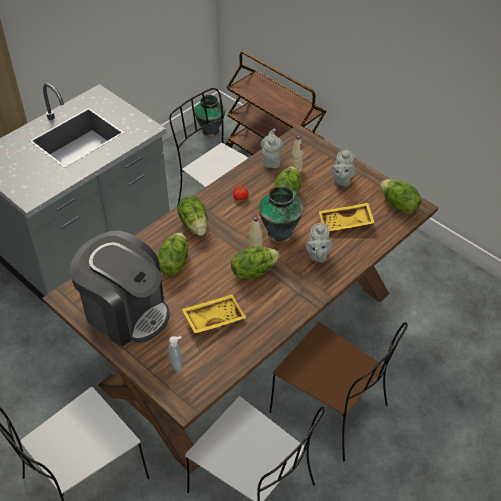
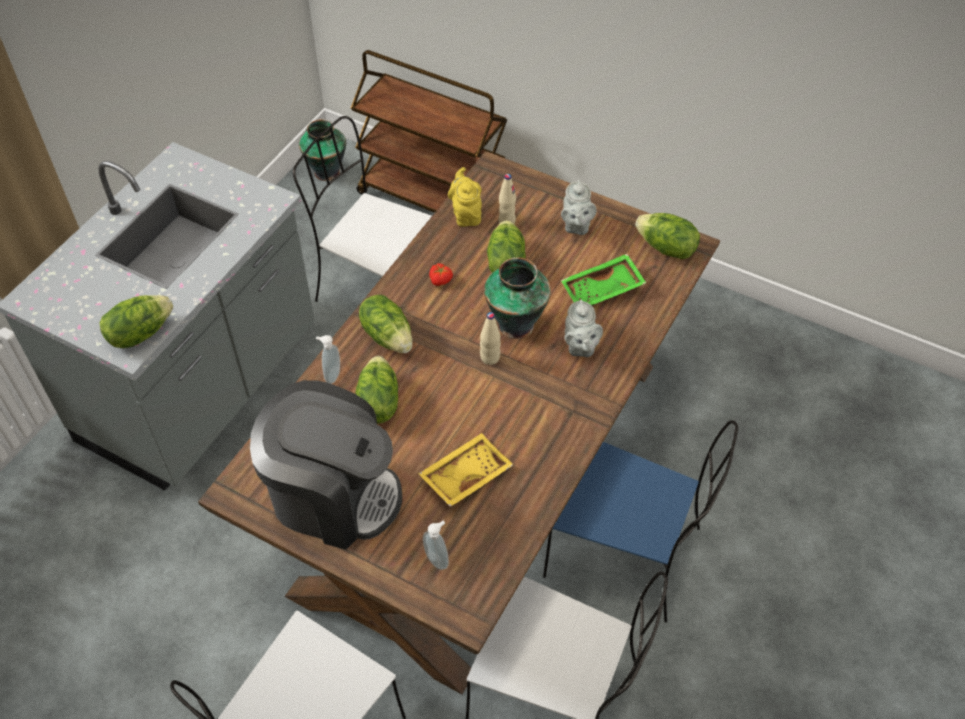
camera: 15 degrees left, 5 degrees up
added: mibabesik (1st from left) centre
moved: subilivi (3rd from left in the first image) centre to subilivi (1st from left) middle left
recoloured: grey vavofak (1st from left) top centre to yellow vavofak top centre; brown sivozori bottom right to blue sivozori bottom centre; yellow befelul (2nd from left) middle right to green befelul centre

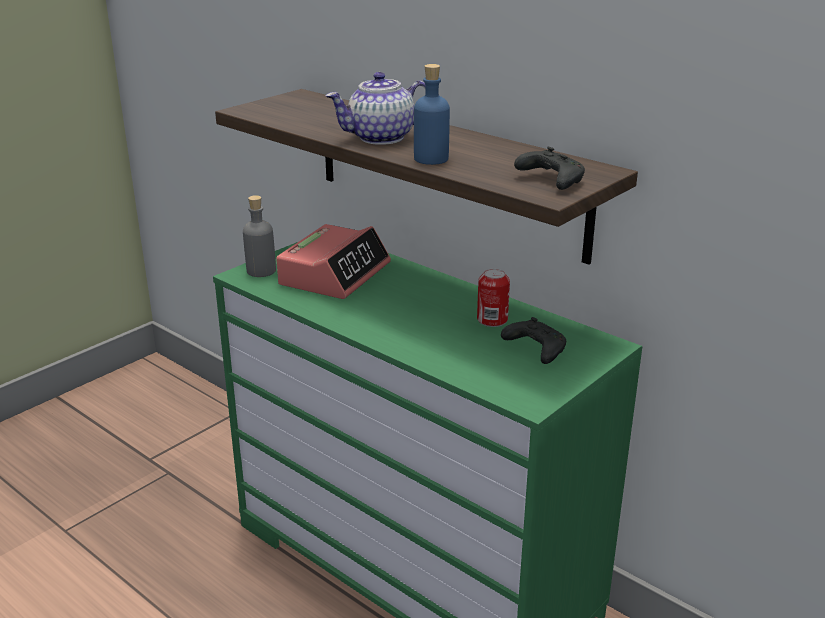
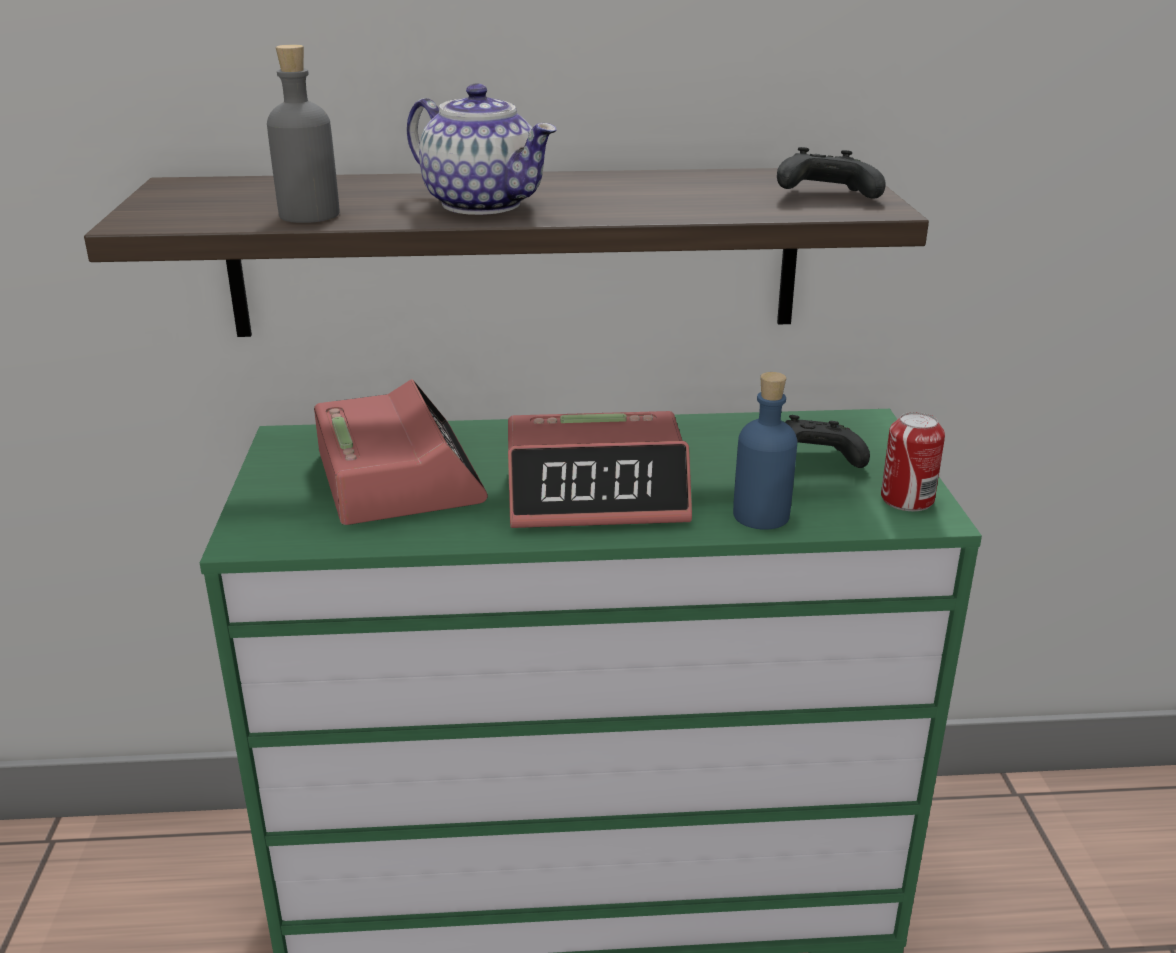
camera: 45 degrees left, 0 degrees up
added: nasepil (2nd from left) centre
moved: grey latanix middle left to top left; blue latanix top centre to centre; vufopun centre to middle right
turned: vavofak top centre = top centre 75 degrees counterclockwise

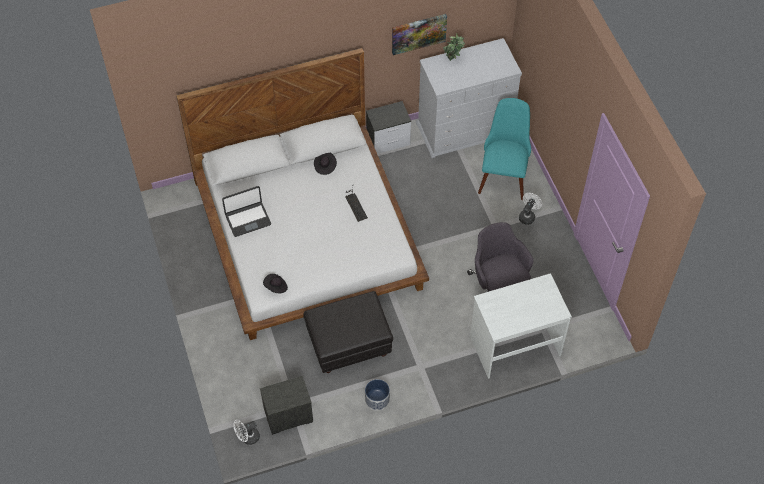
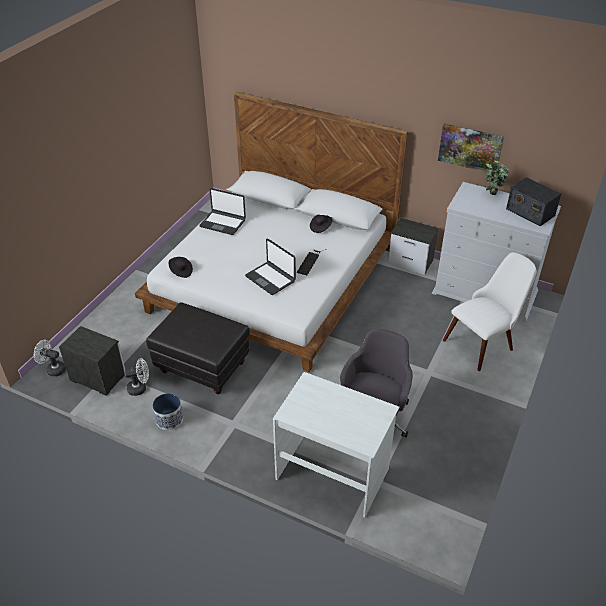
camera: 45 degrees right, 15 degrees down
added: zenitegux (2nd from left) centre; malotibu top right
moved: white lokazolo (2nd from left) middle right to middle left
recoloured: turquoise sivozori top centre to white sivozori middle right

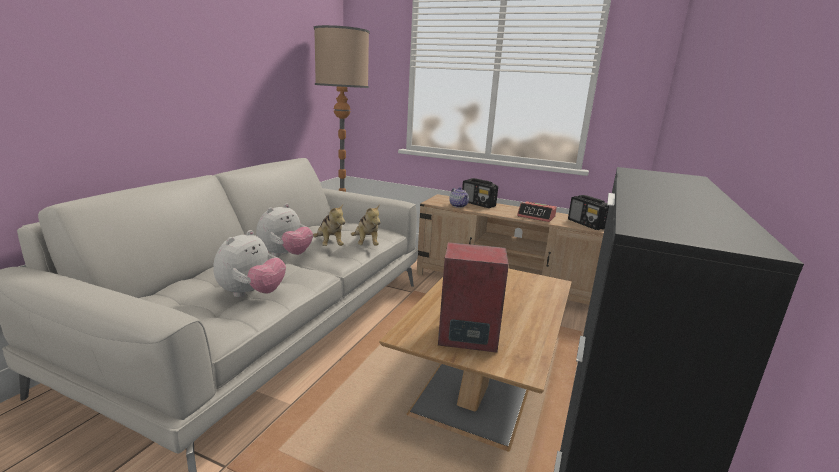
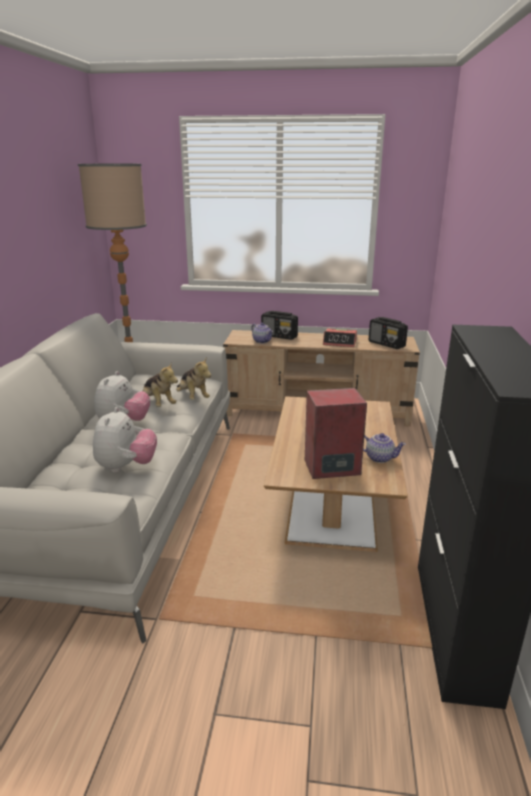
camera: 15 degrees left, 5 degrees up
added: vavofak (2nd from left) middle right

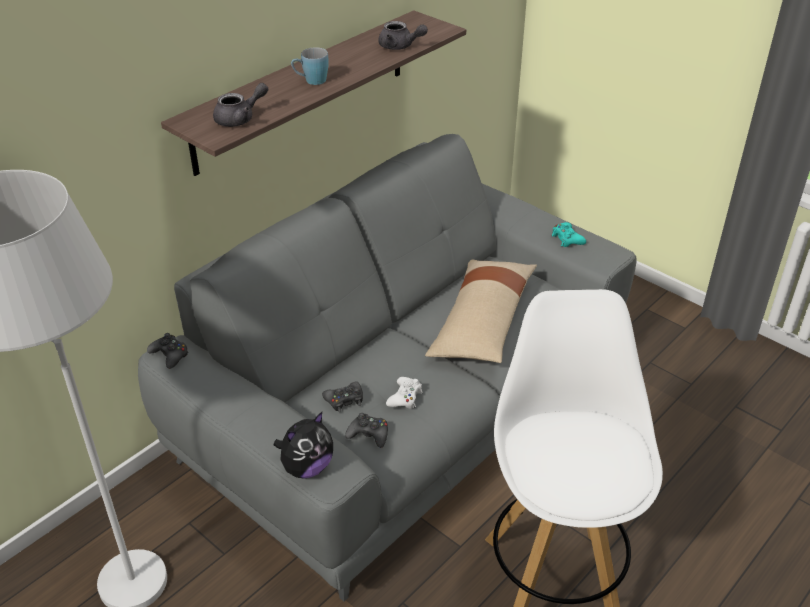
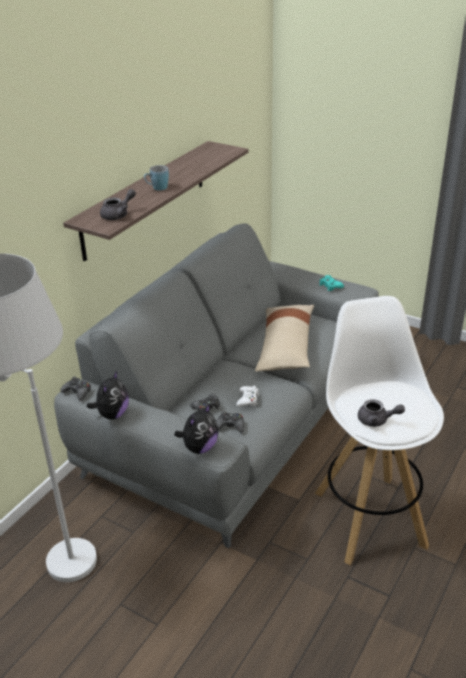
camera: 10 degrees left, 5 degrees down
added: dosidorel (1st from left) middle left
moved: grey vavofak (2nd from left) top centre to middle right

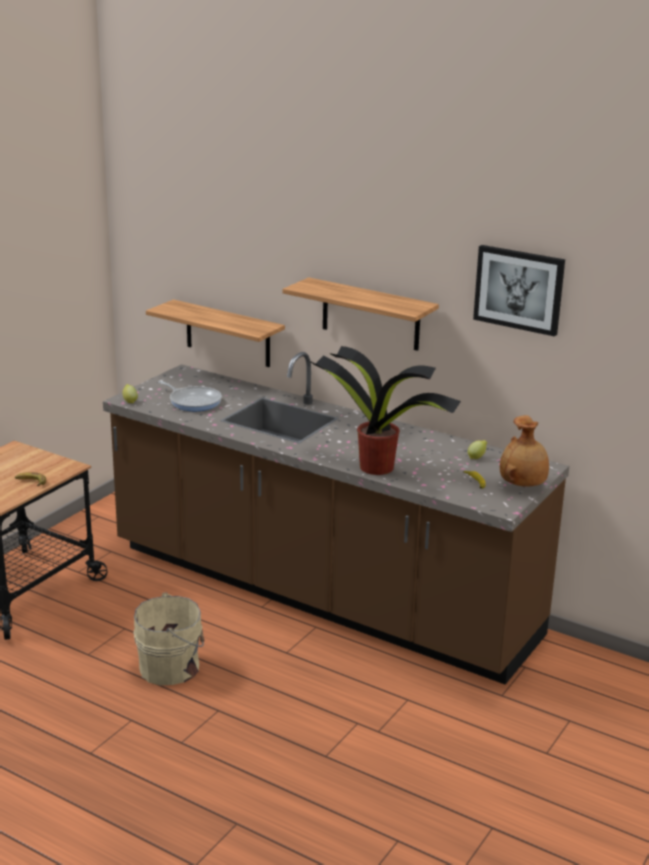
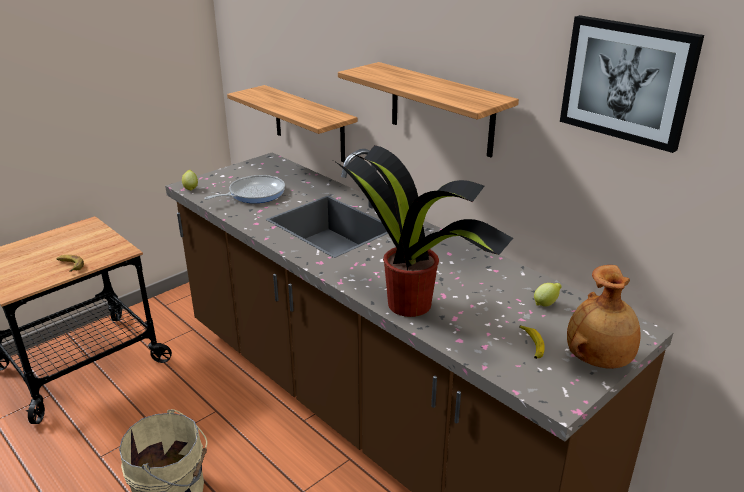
camera: 15 degrees right, 5 degrees up
turned: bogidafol middle left = middle left 90 degrees counterclockwise

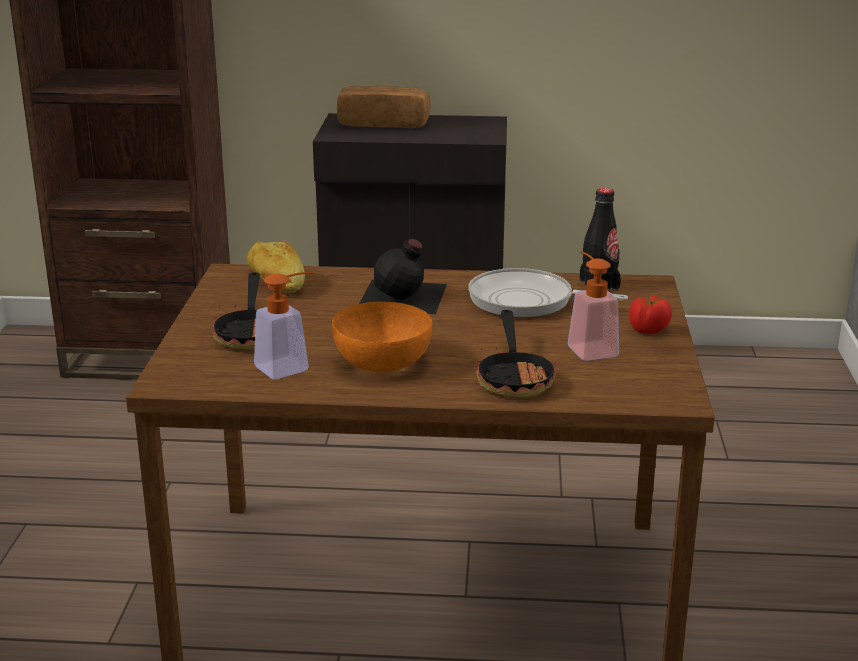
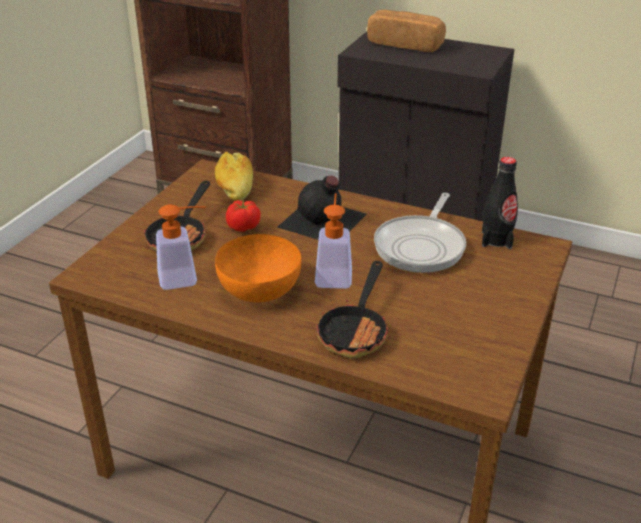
camera: 20 degrees right, 10 degrees up
moved: mibabesik (2nd from left) middle right to centre; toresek middle right to centre
turned: bogidafol (3rd from left) centre = centre 105 degrees counterclockwise

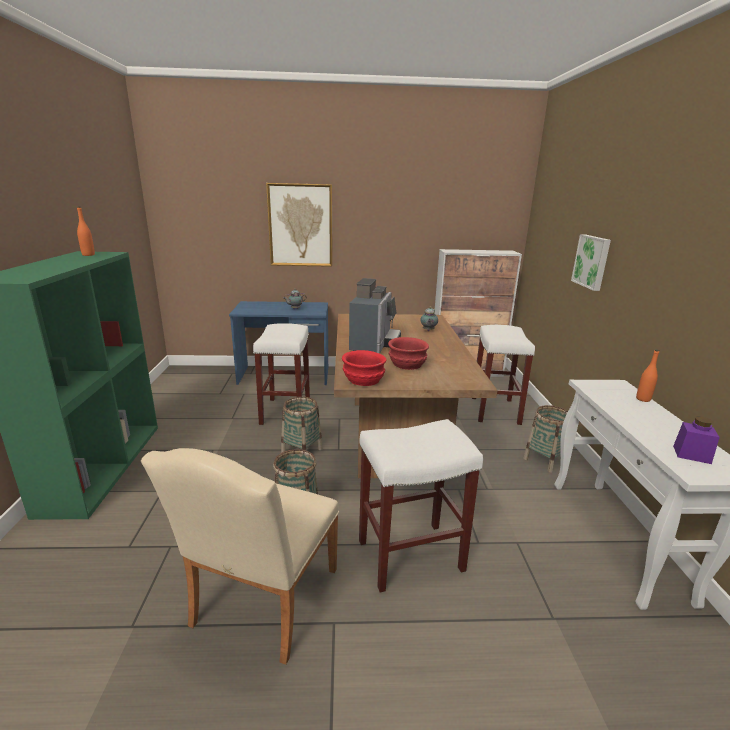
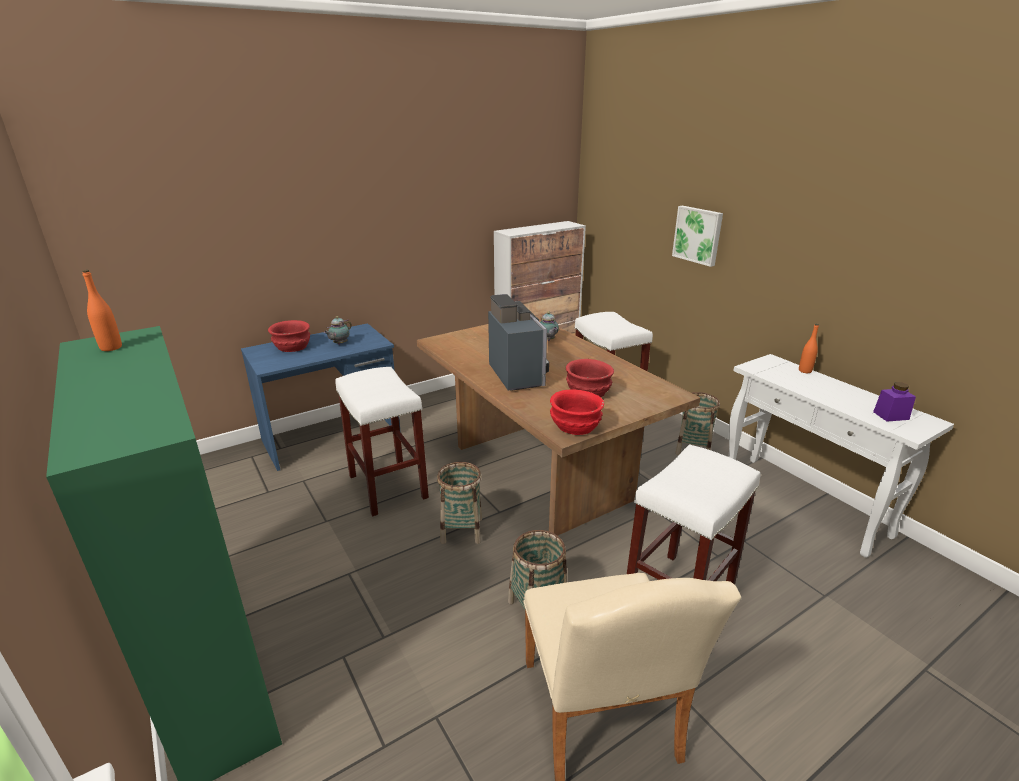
camera: 30 degrees left, 5 degrees up
removed: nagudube (1st from left) top centre
added: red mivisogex (1st from left) middle left

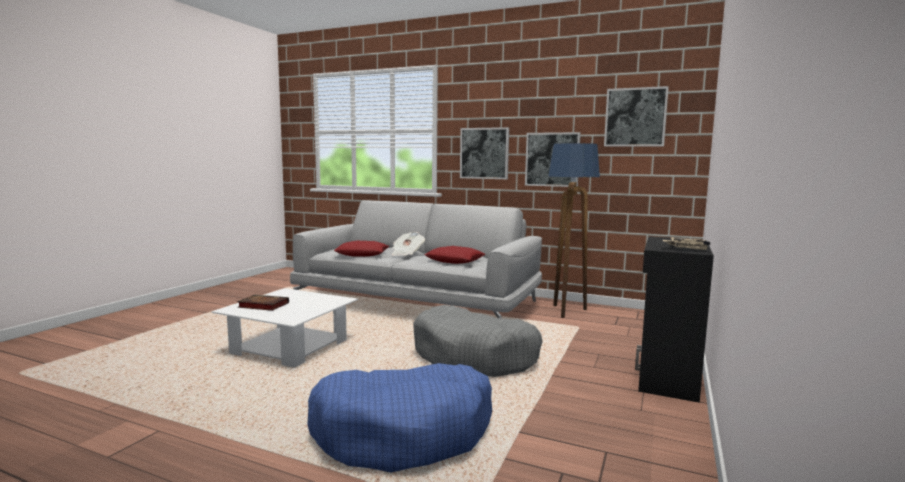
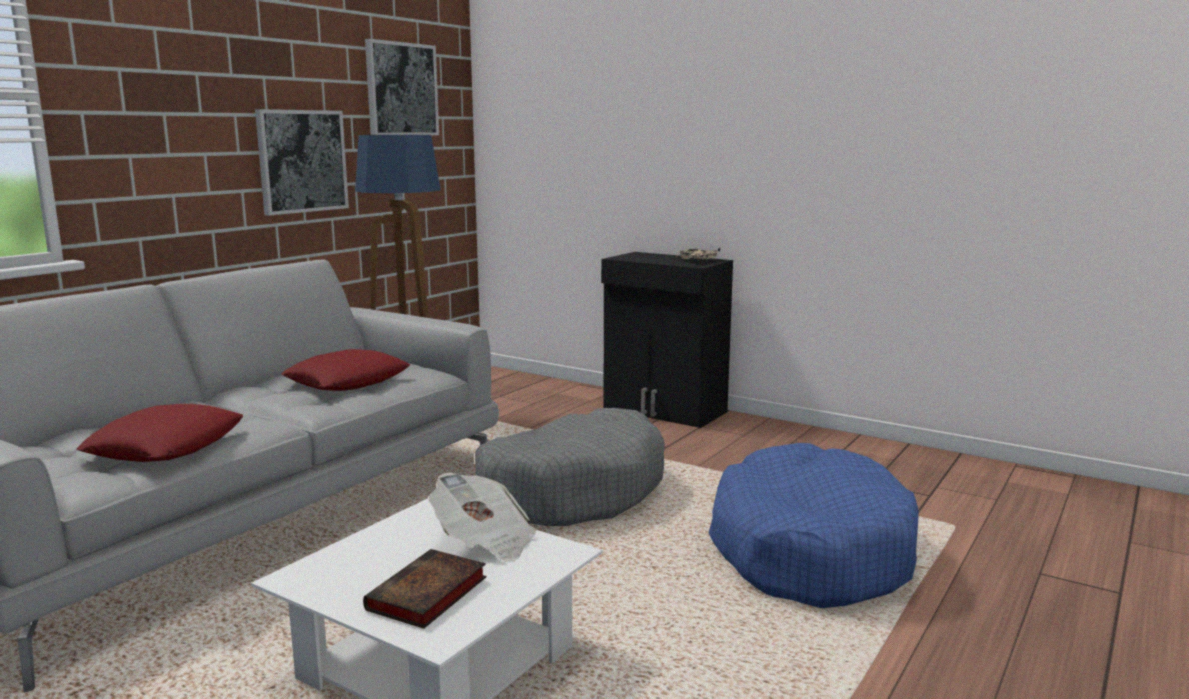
camera: 80 degrees left, 5 degrees up
removed: nagudube (1st from left) top centre
moved: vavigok centre to bottom centre

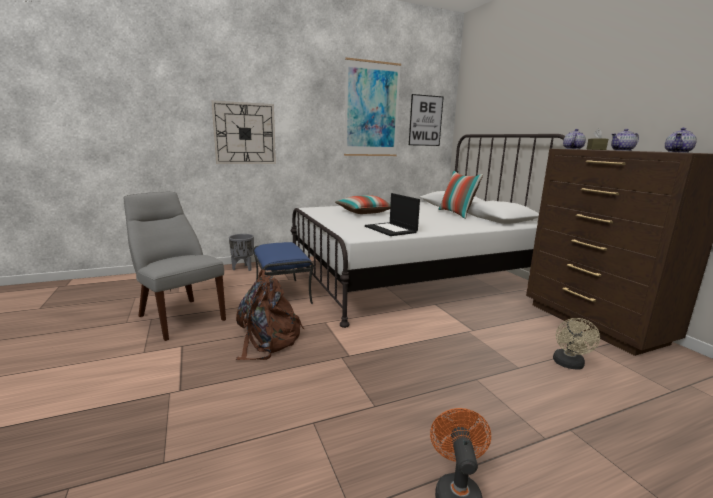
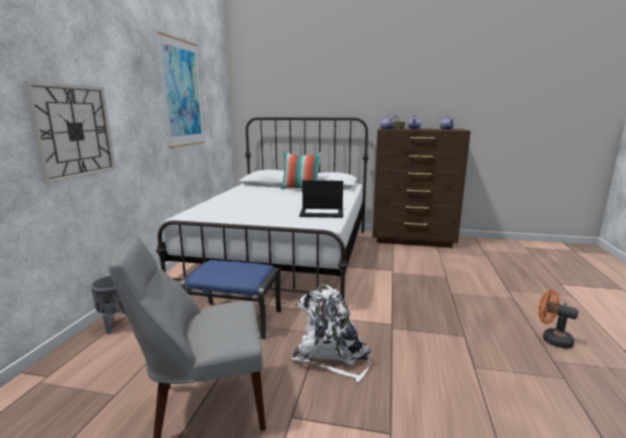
camera: 55 degrees left, 0 degrees up
removed: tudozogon (1st from left) centre; nagudube (2nd from left) top centre; beige lokazolo bottom right
recoloured: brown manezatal centre to white manezatal bottom centre

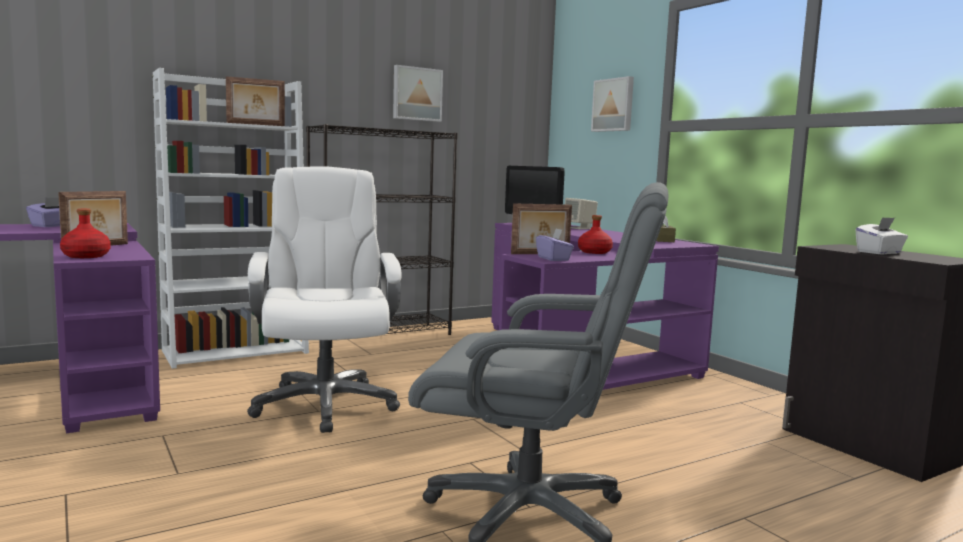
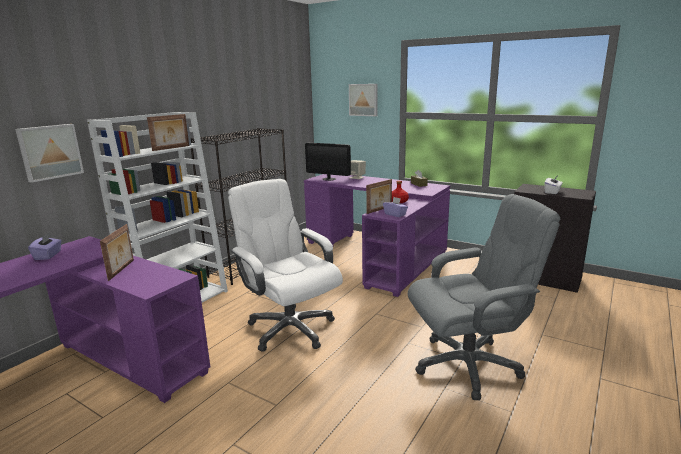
camera: 25 degrees left, 10 degrees up
removed: red latanix (1st from left) middle left
moved: nagudube (1st from left) top centre to middle left

